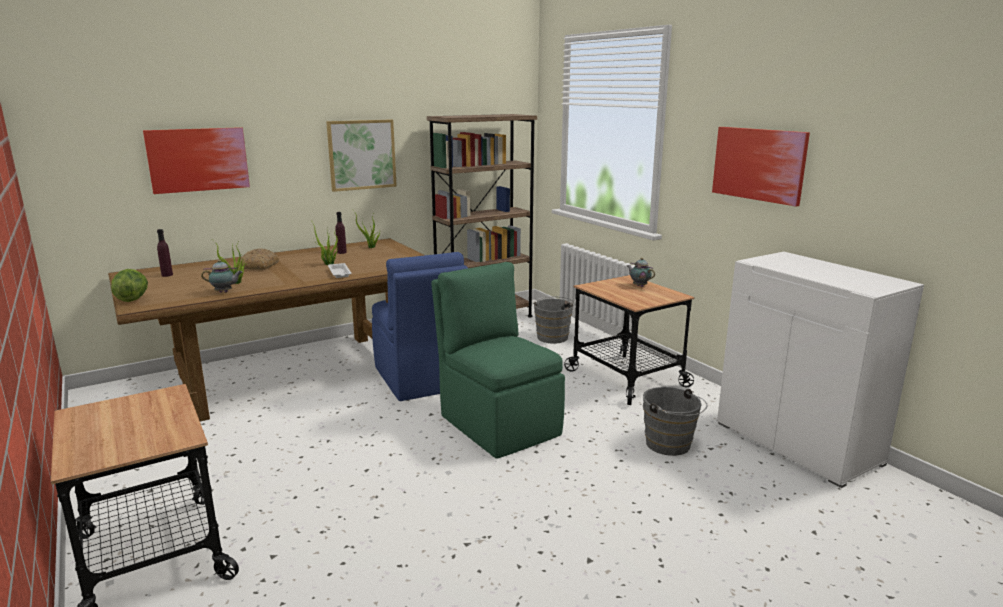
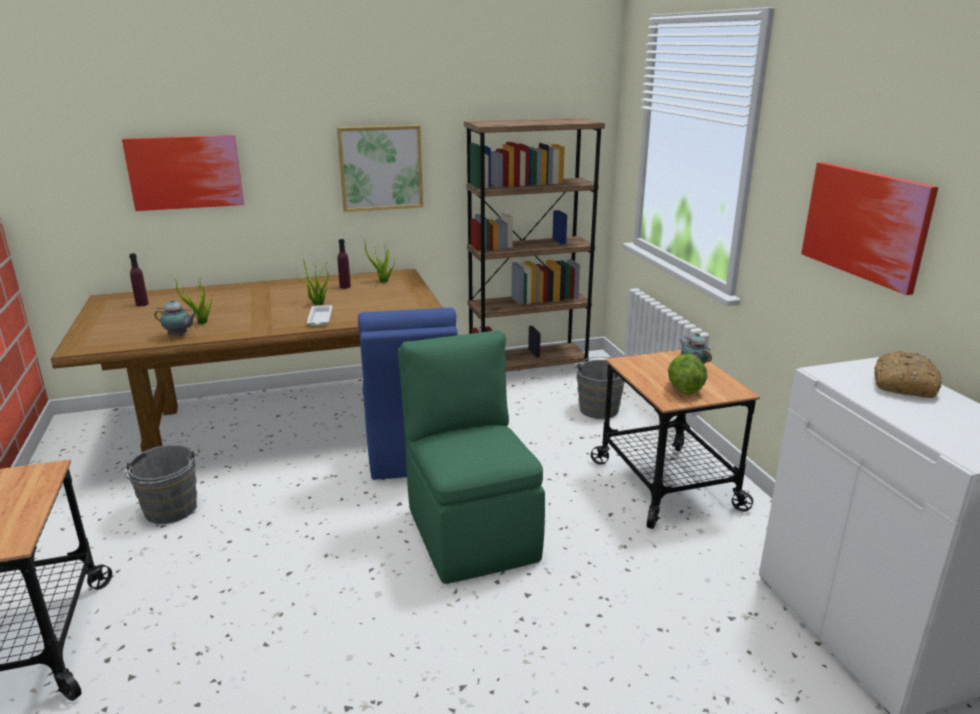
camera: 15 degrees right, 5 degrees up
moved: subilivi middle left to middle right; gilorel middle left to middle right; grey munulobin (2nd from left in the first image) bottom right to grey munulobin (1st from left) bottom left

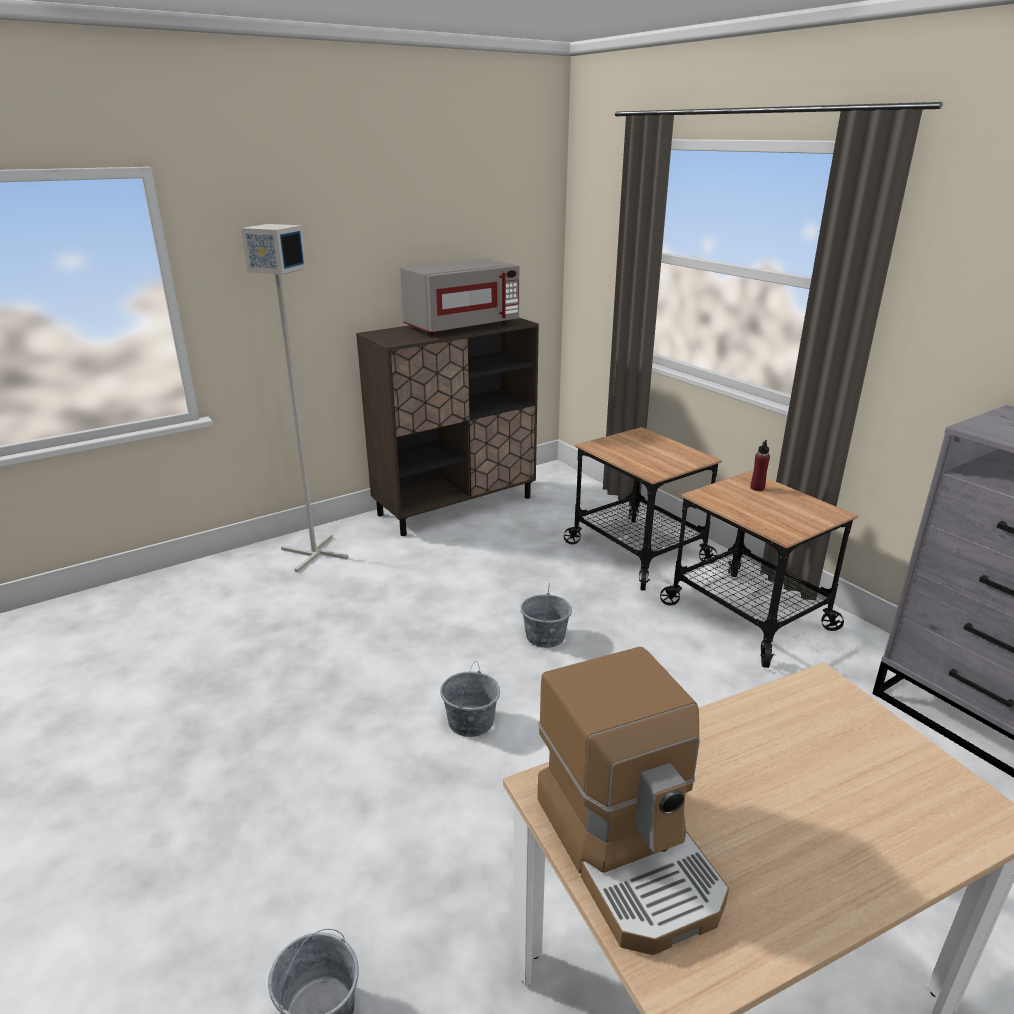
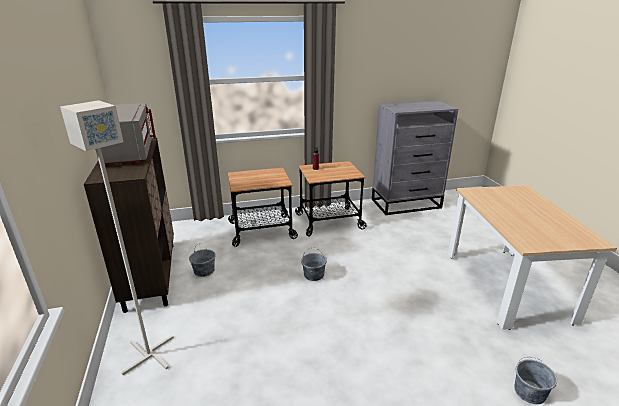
camera: 70 degrees left, 0 degrees up
removed: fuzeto bottom centre
moved: grey munulobin (2nd from left in the first image) bottom centre to grey munulobin (1st from left) middle left

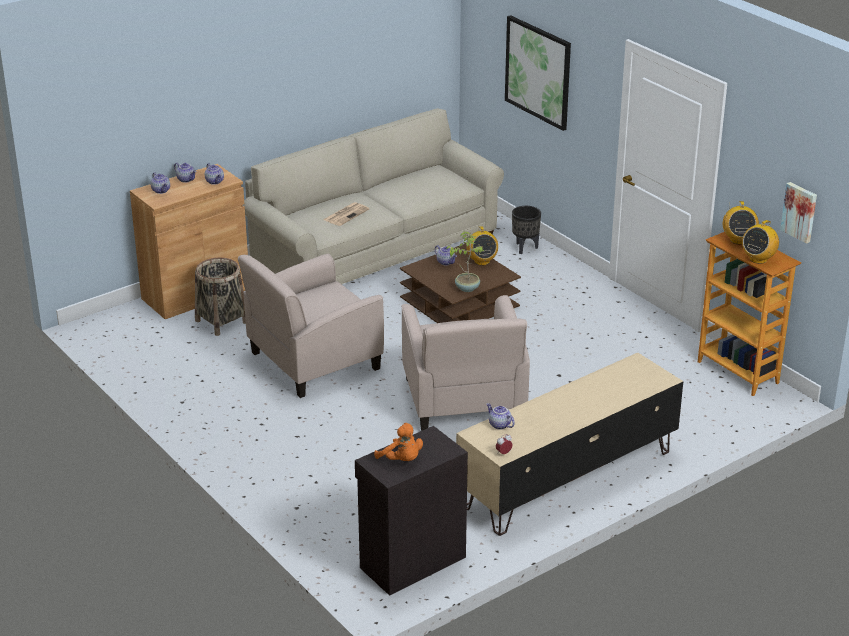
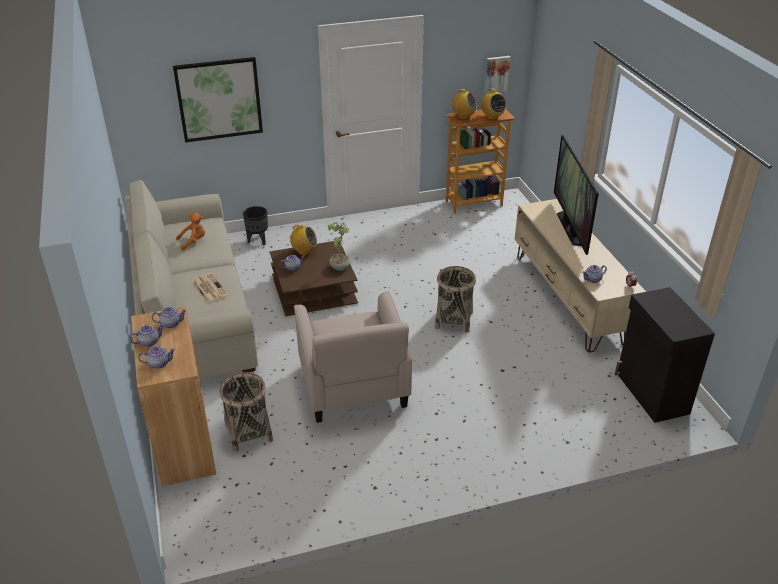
camera: 70 degrees left, 5 degrees up
added: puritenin middle right
moved: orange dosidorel bottom centre to middle left
replaced: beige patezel (2nd from left) centre to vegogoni (2nd from left) centre

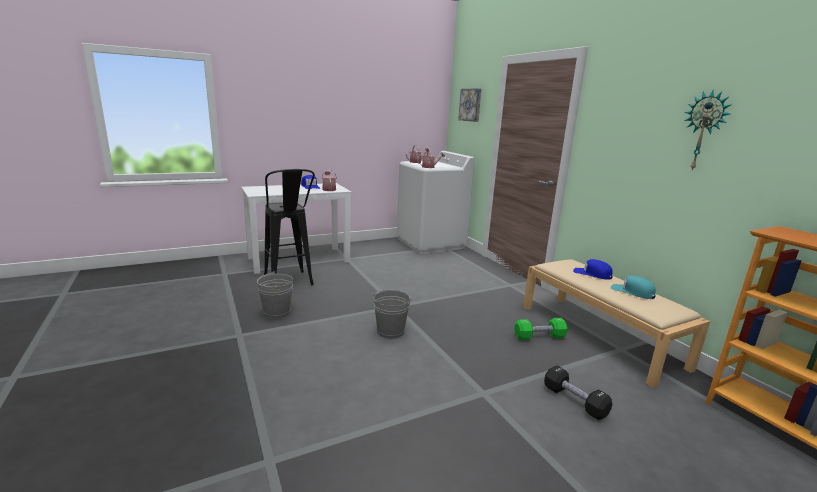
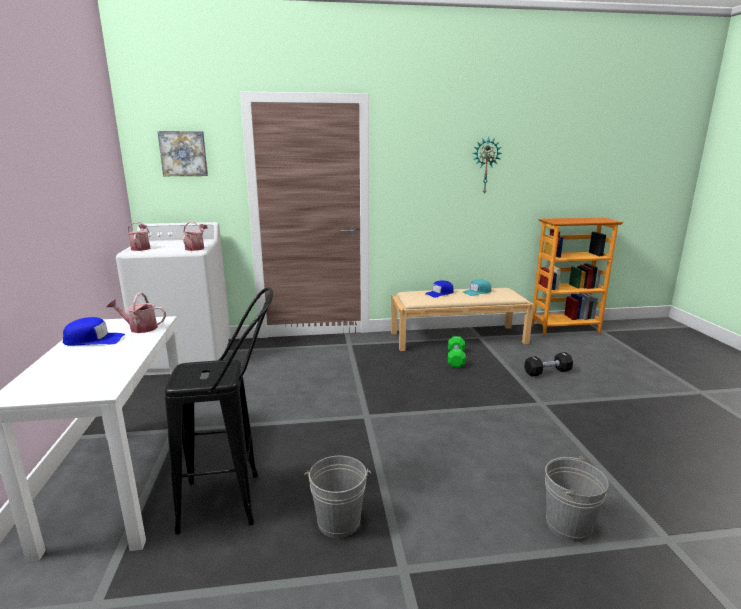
camera: 70 degrees left, 0 degrees up
moved: grey munulobin (2nd from left) centre to bottom right

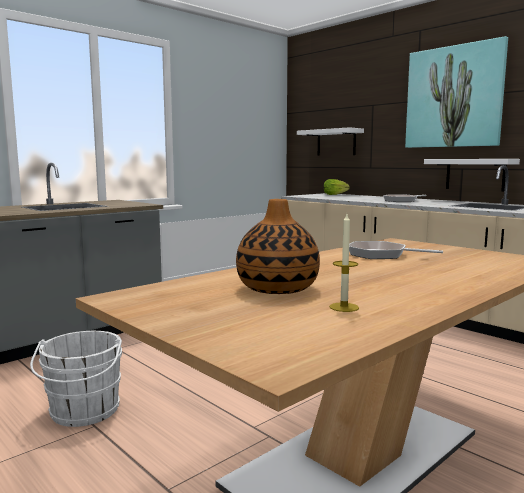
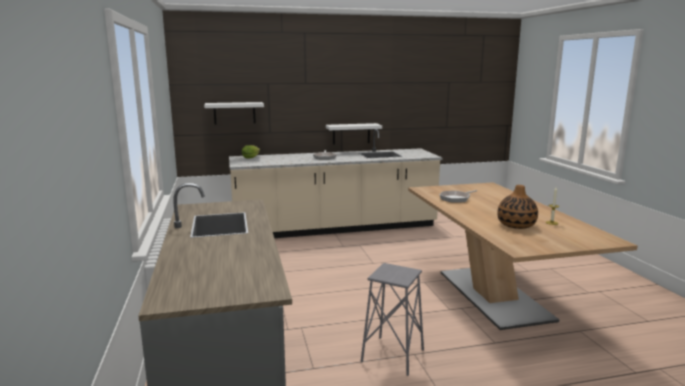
camera: 60 degrees left, 5 degrees up
removed: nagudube top right
replaced: white munulobin bottom left to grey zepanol bottom centre

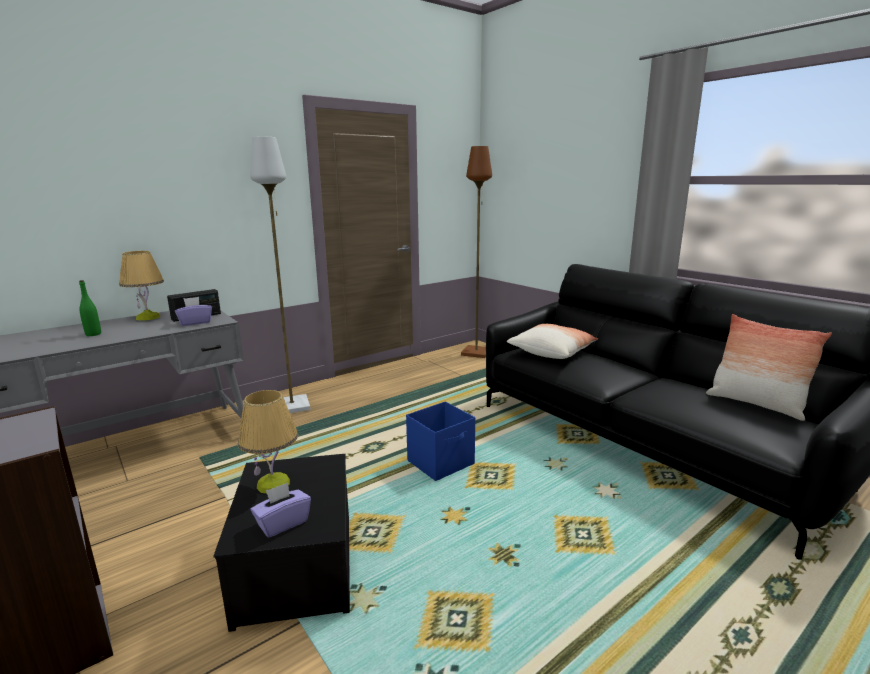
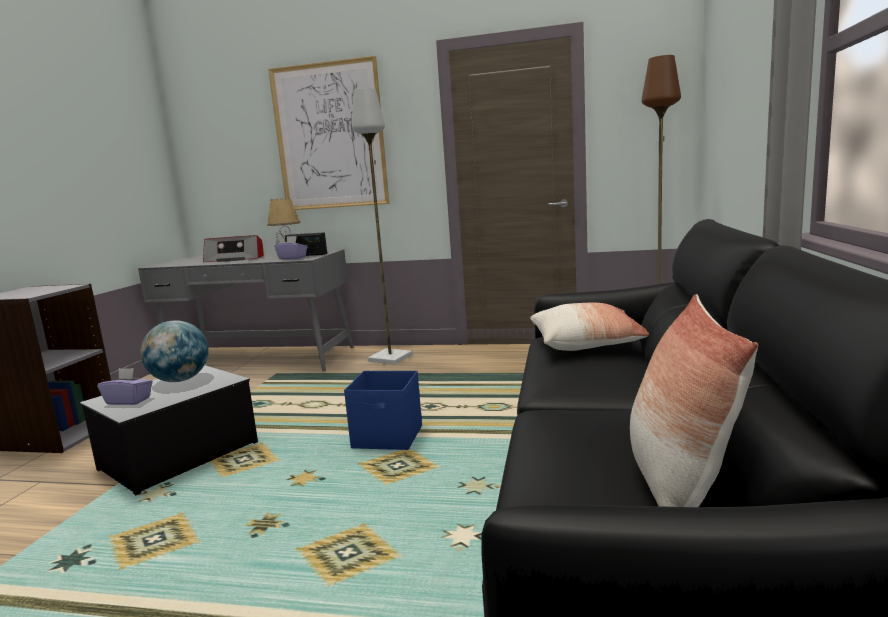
camera: 50 degrees right, 5 degrees down
added: nagudube top centre
replaced: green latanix middle left to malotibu (1st from left) middle left; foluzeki (2nd from left) middle left to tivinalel middle left

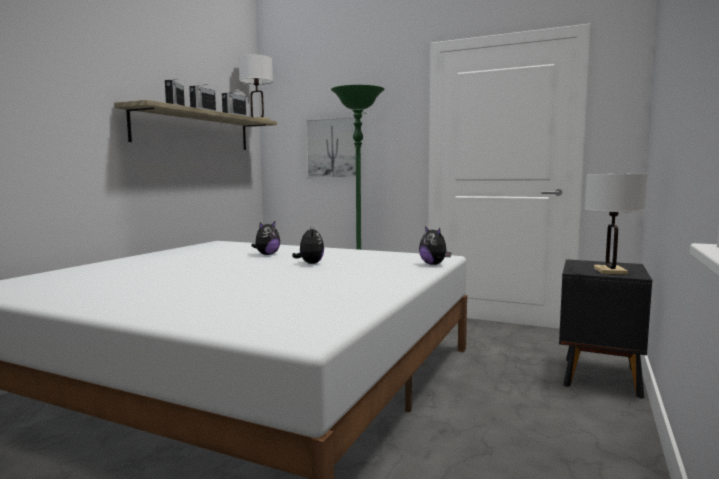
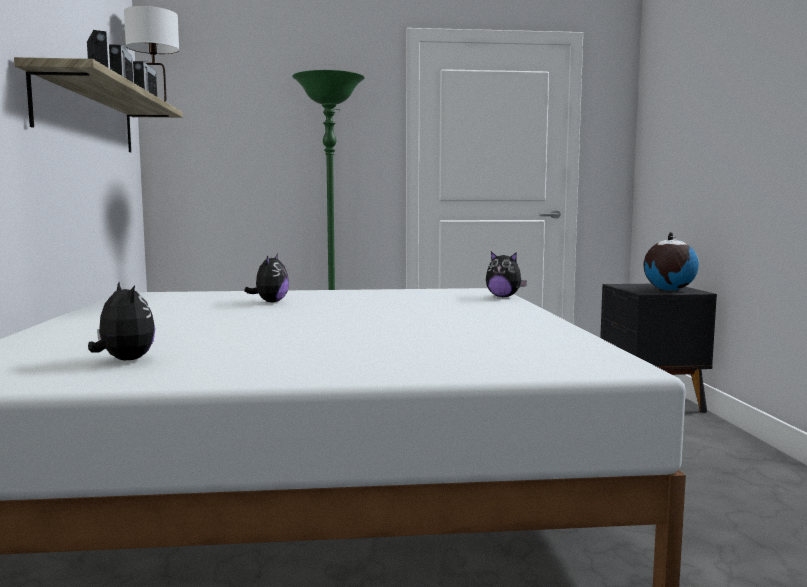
camera: 30 degrees left, 0 degrees up
removed: nagudube top centre
moved: dosidorel (2nd from left in the first image) centre to dosidorel (1st from left) middle left
replaced: white foluzeki (2nd from left) middle right to tivinalel middle right

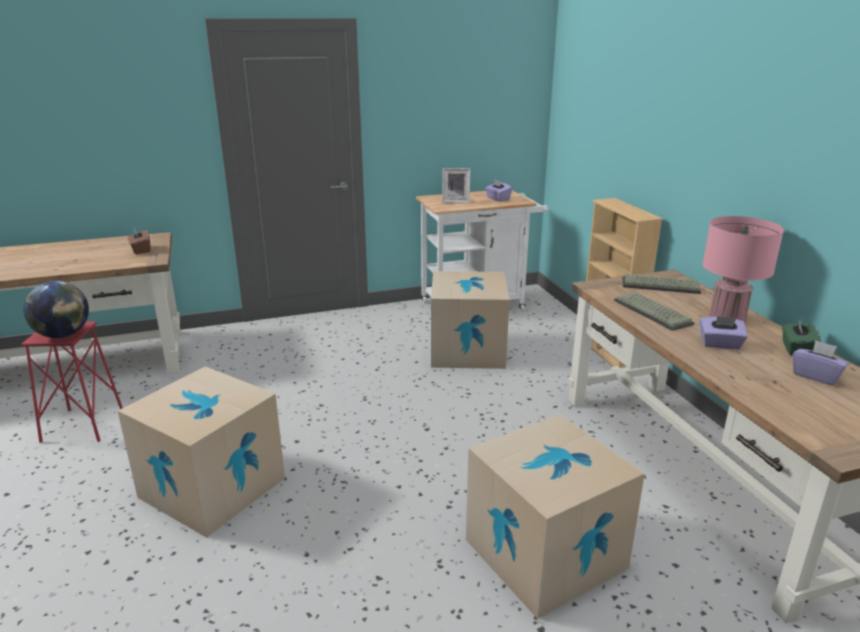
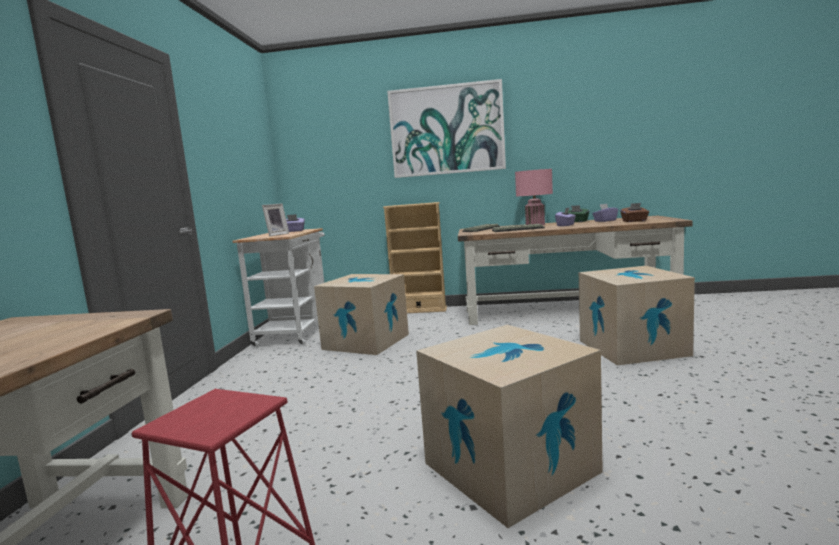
camera: 65 degrees left, 15 degrees down
removed: tivinalel middle left
added: nagudube top centre
moved: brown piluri middle left to middle right

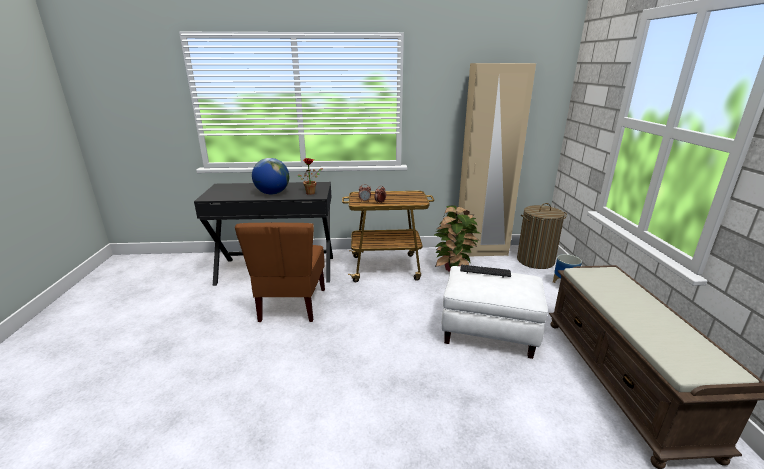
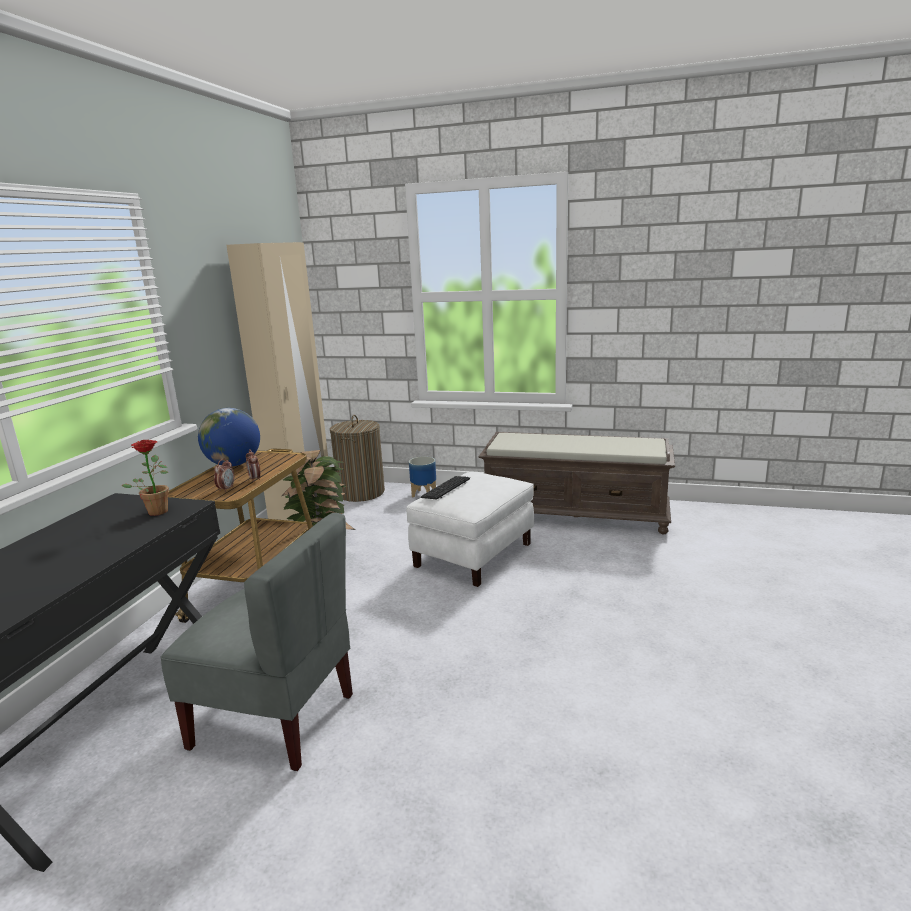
camera: 70 degrees left, 5 degrees down
moved: tivinalel centre to middle left
recoloured: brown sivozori centre to grey sivozori bottom left

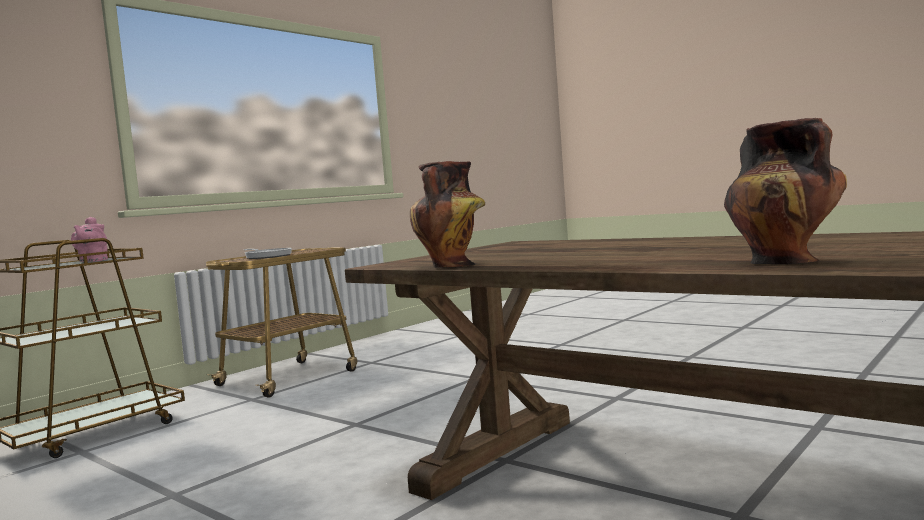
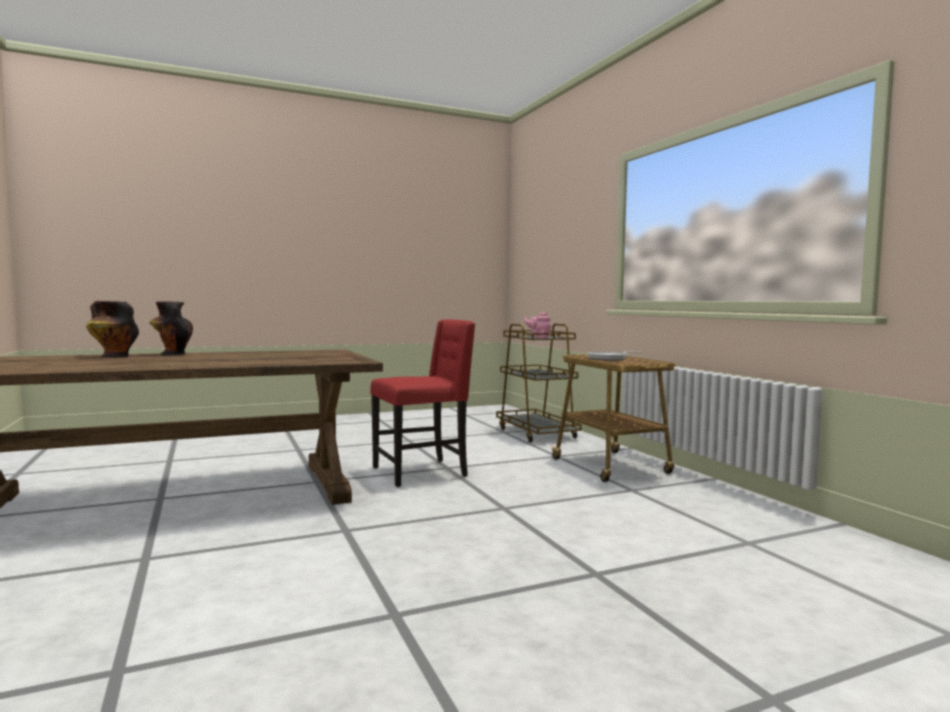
camera: 115 degrees right, 0 degrees up
added: red sivozori centre
moved: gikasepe (1st from left in the first image) centre to gikasepe (2nd from left) middle left

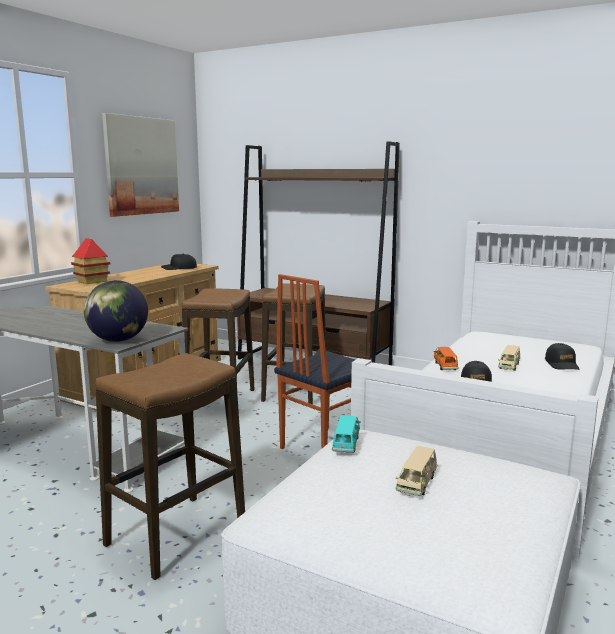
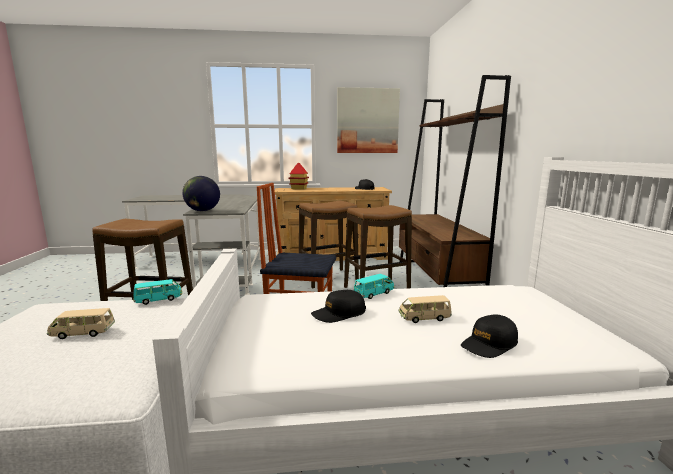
camera: 55 degrees right, 0 degrees up
recoloured: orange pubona middle right to turquoise pubona (2nd from left) centre

